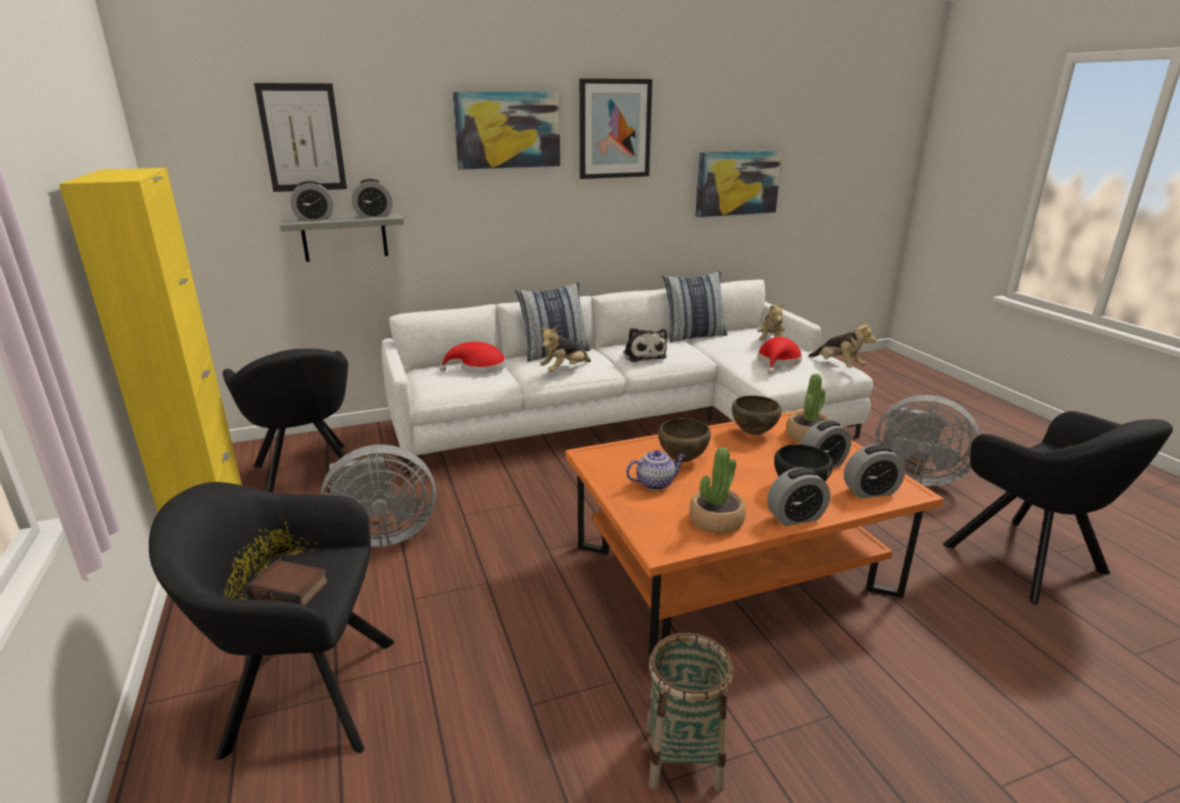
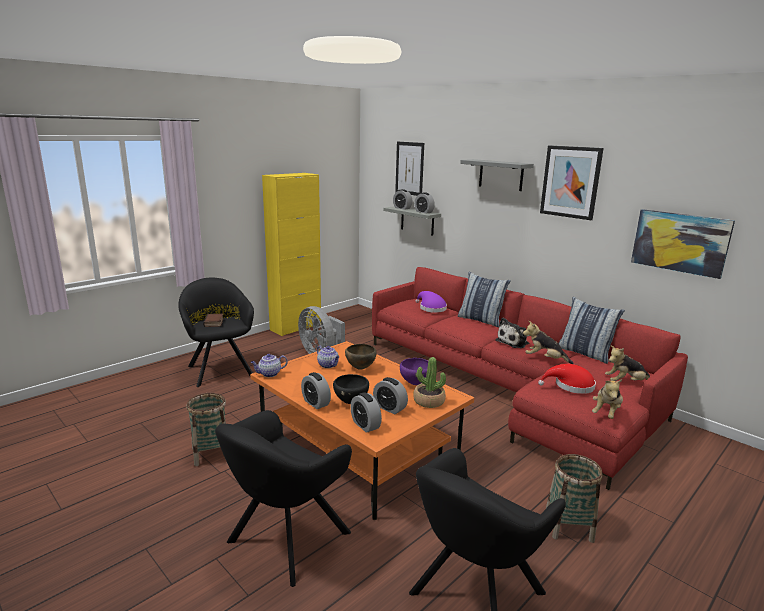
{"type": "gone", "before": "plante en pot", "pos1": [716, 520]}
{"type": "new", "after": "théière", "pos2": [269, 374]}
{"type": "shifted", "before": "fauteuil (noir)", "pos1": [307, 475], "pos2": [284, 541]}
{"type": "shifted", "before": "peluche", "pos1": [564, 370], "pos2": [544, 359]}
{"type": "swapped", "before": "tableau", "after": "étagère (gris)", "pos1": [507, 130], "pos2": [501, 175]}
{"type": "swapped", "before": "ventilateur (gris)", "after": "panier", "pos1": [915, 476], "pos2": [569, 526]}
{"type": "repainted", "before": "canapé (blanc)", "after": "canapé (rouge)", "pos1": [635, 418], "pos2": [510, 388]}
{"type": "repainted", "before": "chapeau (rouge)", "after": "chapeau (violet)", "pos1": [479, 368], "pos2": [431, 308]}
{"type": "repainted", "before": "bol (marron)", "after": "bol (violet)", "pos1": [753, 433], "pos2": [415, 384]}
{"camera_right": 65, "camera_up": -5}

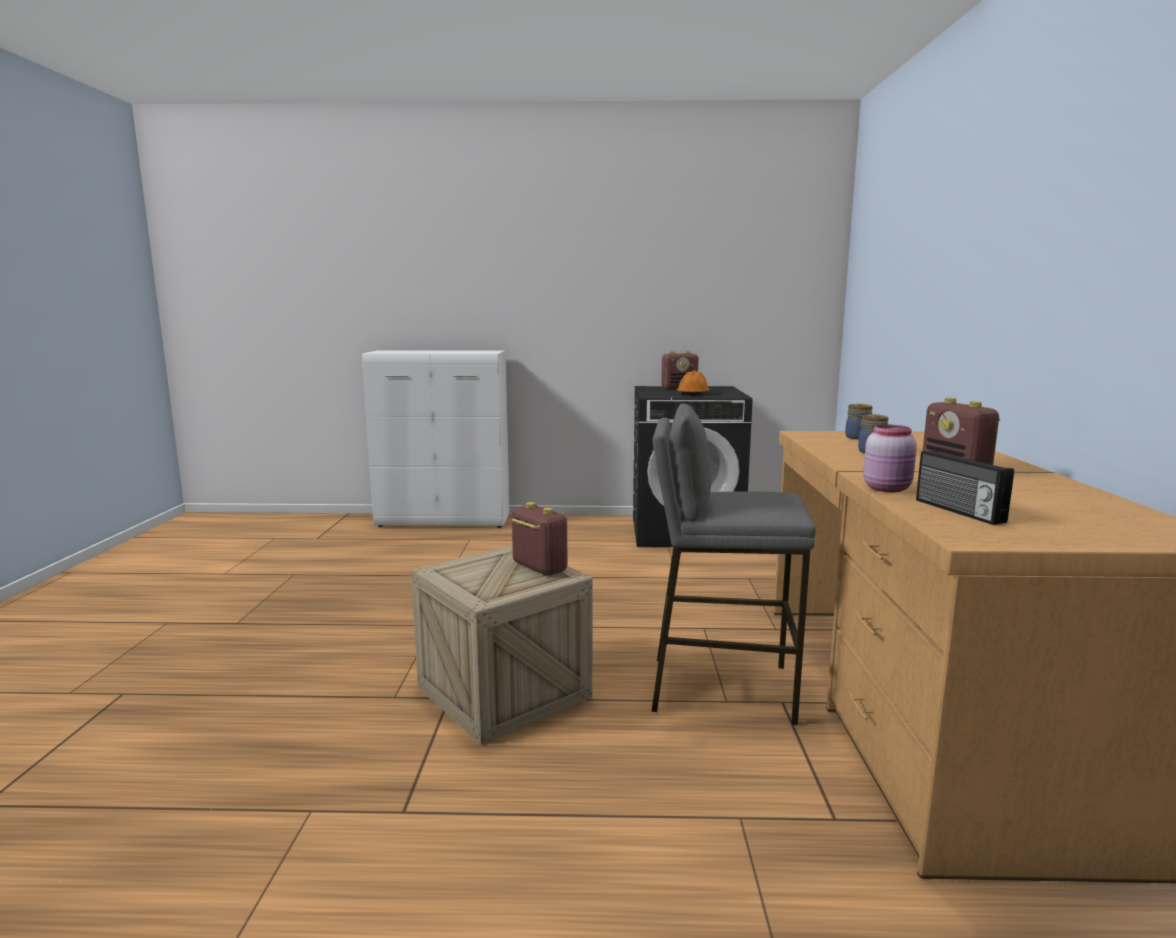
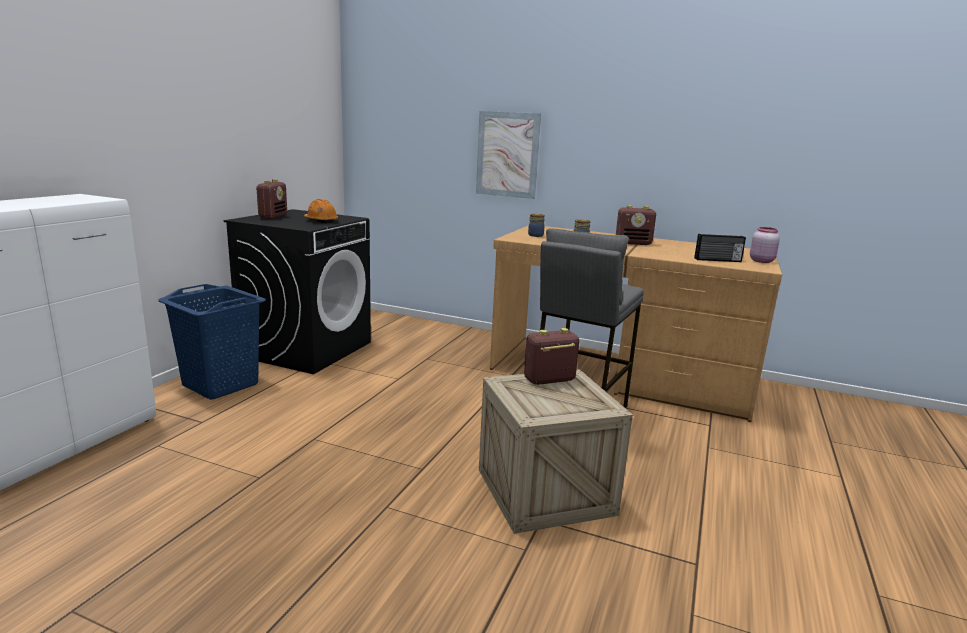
{"type": "new", "after": "panier à linge (bleu)", "pos2": [220, 385]}
{"type": "new", "after": "tableau", "pos2": [507, 155]}
{"type": "shifted", "before": "bocal (rose)", "pos1": [888, 488], "pos2": [761, 261]}
{"camera_right": -70, "camera_up": 5}

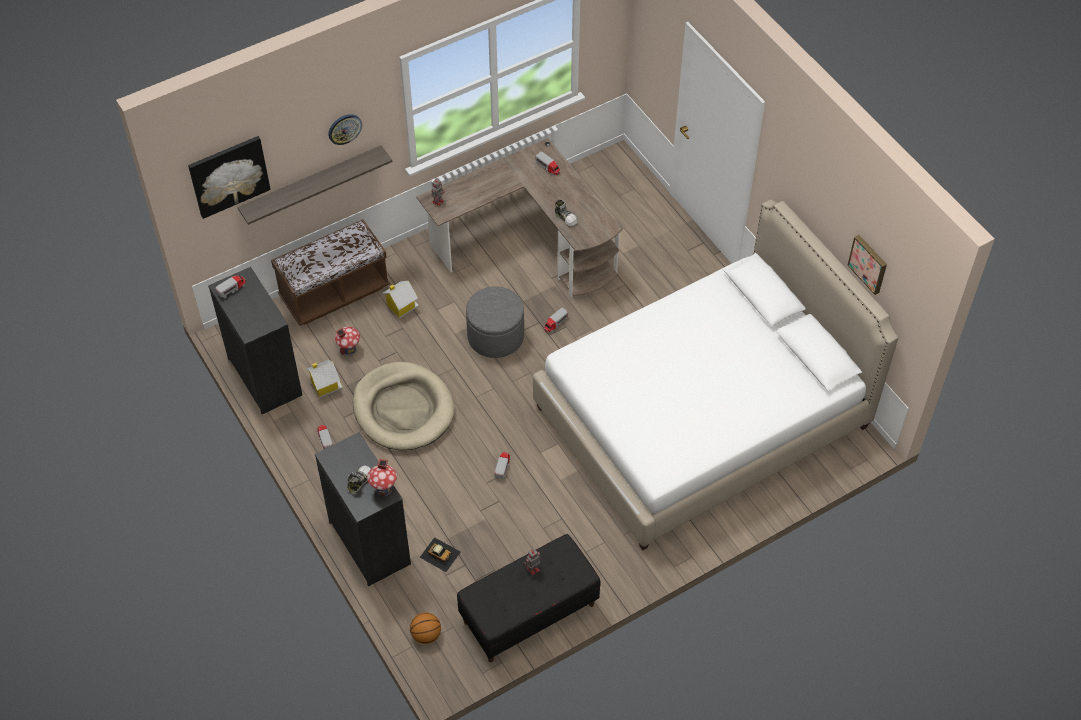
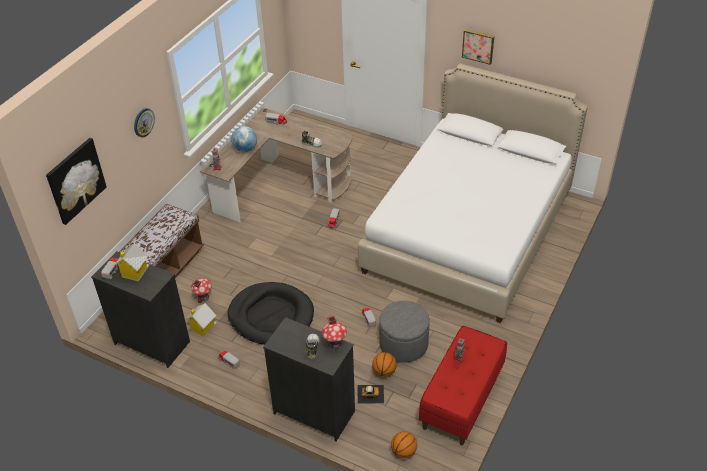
{"type": "gone", "before": "étagère", "pos1": [311, 185]}
{"type": "new", "after": "globe", "pos2": [245, 149]}
{"type": "new", "after": "ballon de basket", "pos2": [384, 371]}
{"type": "shifted", "before": "maison miniature", "pos1": [401, 307], "pos2": [134, 272]}
{"type": "shifted", "before": "pouf (gris)", "pos1": [495, 336], "pos2": [403, 344]}
{"type": "shifted", "before": "tableau", "pos1": [869, 263], "pos2": [478, 45]}
{"type": "repainted", "before": "panier pour chien (beige)", "after": "panier pour chien (noir)", "pos1": [403, 409], "pos2": [271, 316]}
{"type": "repainted", "before": "banc (noir)", "after": "banc (rouge)", "pos1": [529, 613], "pos2": [462, 399]}
{"camera_right": -30, "camera_up": -10}

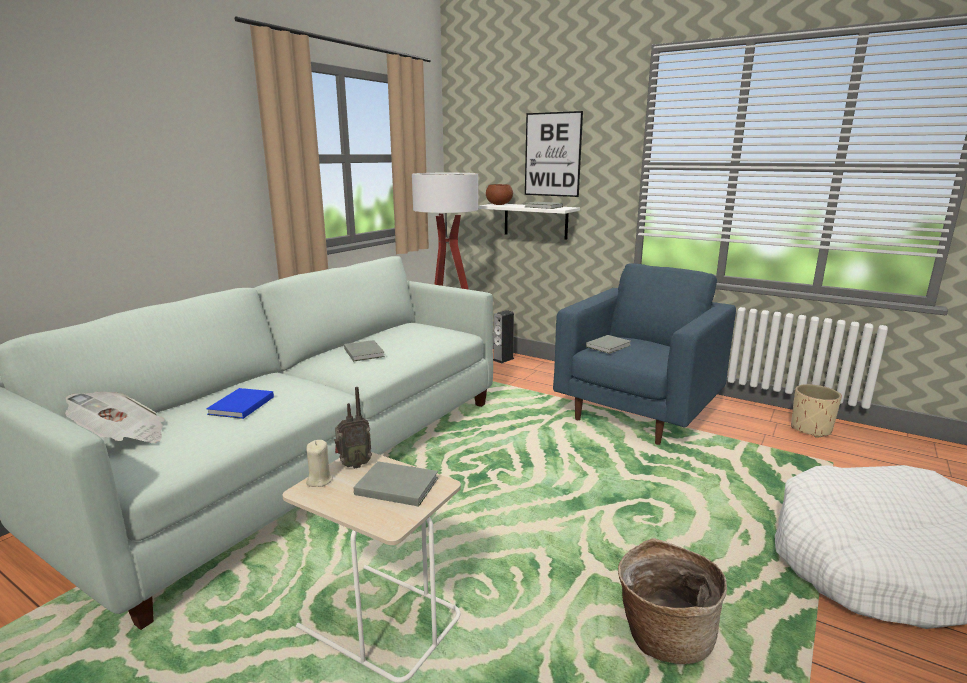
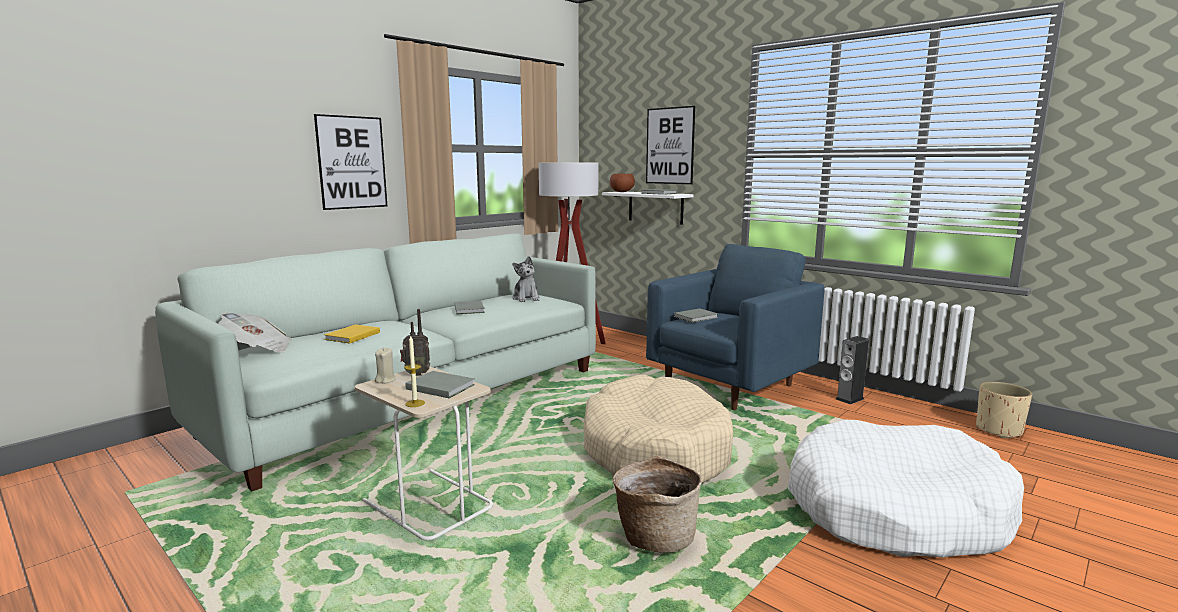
{"type": "new", "after": "tableau", "pos2": [352, 162]}
{"type": "new", "after": "bougie", "pos2": [415, 403]}
{"type": "new", "after": "peluche", "pos2": [526, 298]}
{"type": "new", "after": "panier pour chien (beige)", "pos2": [654, 451]}
{"type": "shifted", "before": "enceinte", "pos1": [503, 359], "pos2": [849, 399]}
{"type": "shifted", "before": "cache-pot (beige)", "pos1": [811, 429], "pos2": [999, 430]}
{"type": "repainted", "before": "livre (bleu)", "after": "livre (jaune)", "pos1": [239, 406], "pos2": [351, 336]}
{"camera_right": 10, "camera_up": -5}

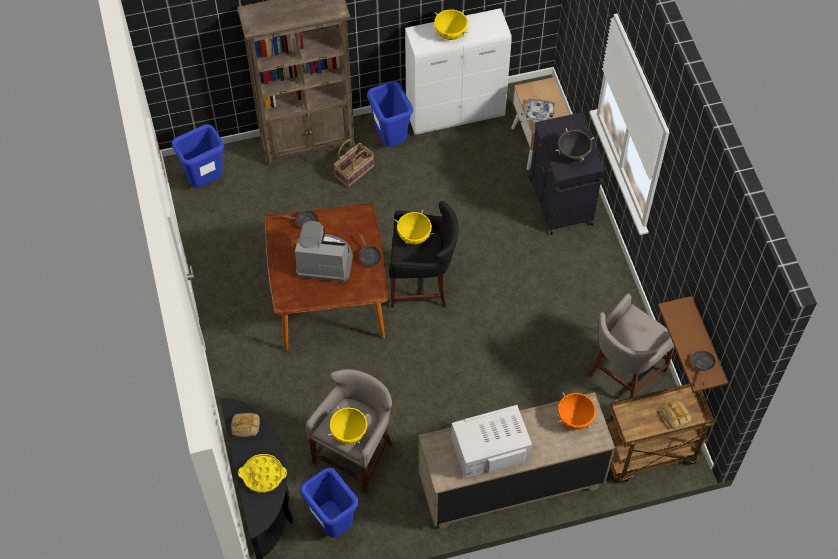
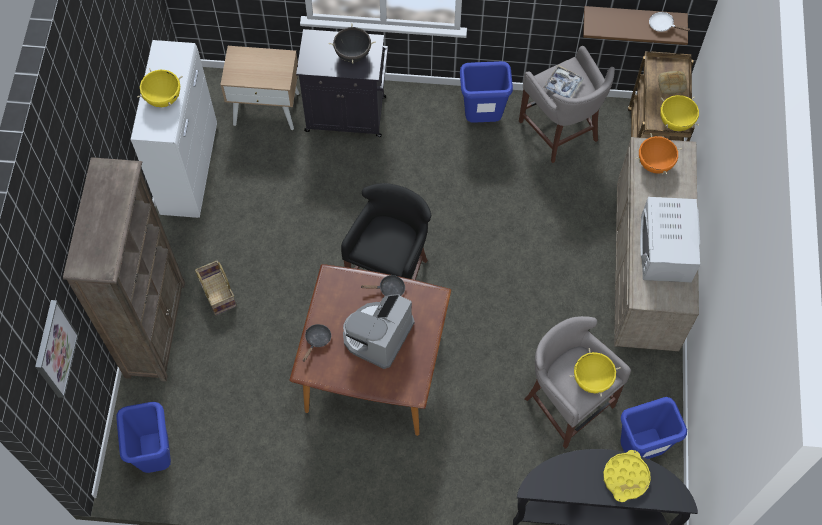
{"type": "gone", "before": "pain", "pos1": [245, 426]}
{"type": "new", "after": "tableau", "pos2": [54, 349]}
{"type": "shifted", "before": "poubelle (bleu)", "pos1": [391, 140], "pos2": [483, 118]}
{"type": "shifted", "before": "marmite (jaune)", "pos1": [414, 236], "pos2": [676, 122]}
{"type": "shifted", "before": "plateau", "pos1": [539, 113], "pos2": [563, 85]}
{"type": "repainted", "before": "poêle (noir)", "after": "poêle (blanc)", "pos1": [702, 365], "pos2": [663, 25]}
{"camera_right": -70, "camera_up": 5}

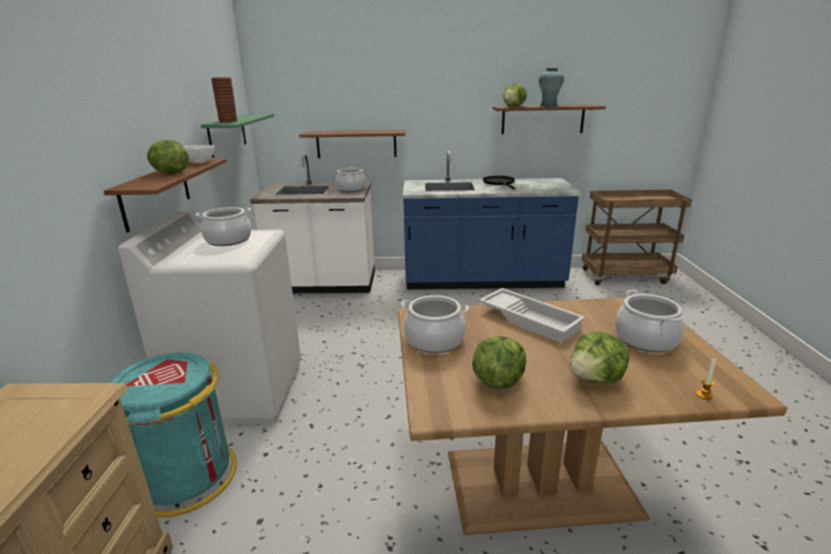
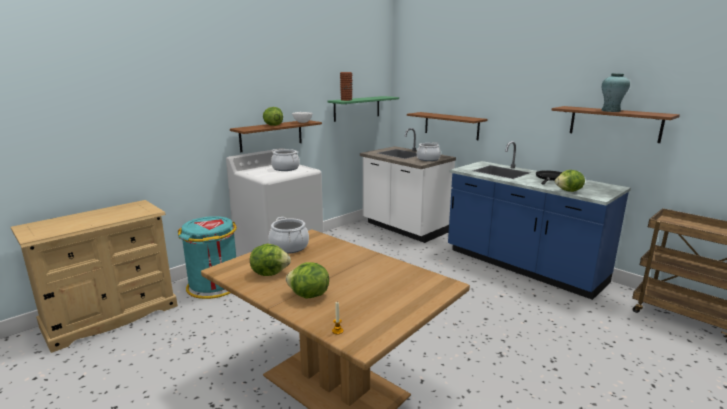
{"type": "gone", "before": "plateau (blanc)", "pos1": [530, 319]}
{"type": "gone", "before": "marmite", "pos1": [645, 339]}
{"type": "shifted", "before": "laitue", "pos1": [514, 106], "pos2": [569, 191]}
{"camera_right": 45, "camera_up": -5}

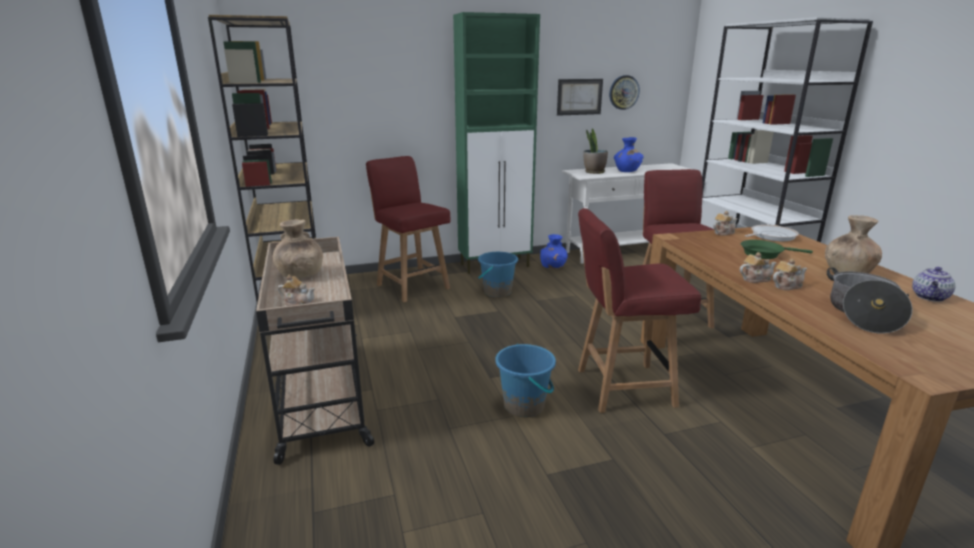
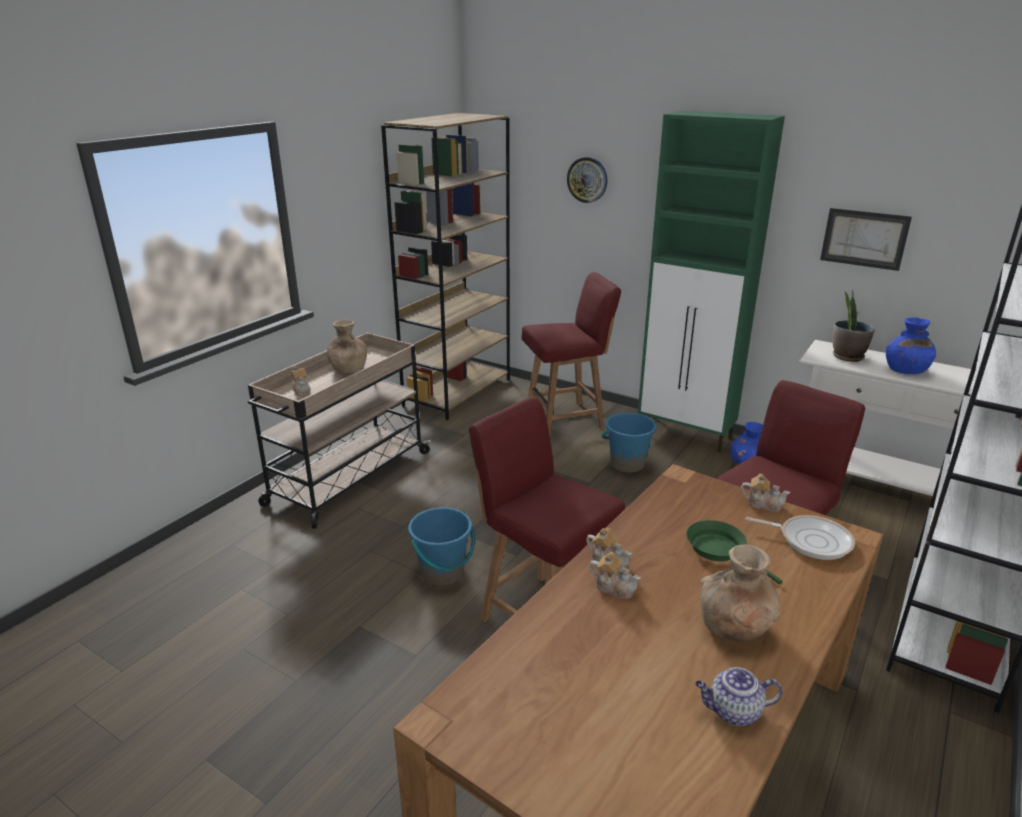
{"type": "gone", "before": "marmite", "pos1": [862, 314]}
{"type": "shifted", "before": "horloge murale", "pos1": [623, 92], "pos2": [587, 179]}
{"type": "rotated", "before": "chaise (rouge)", "pos1": [412, 286], "pos2": [566, 419], "turn": 60}
{"camera_right": 50, "camera_up": 5}

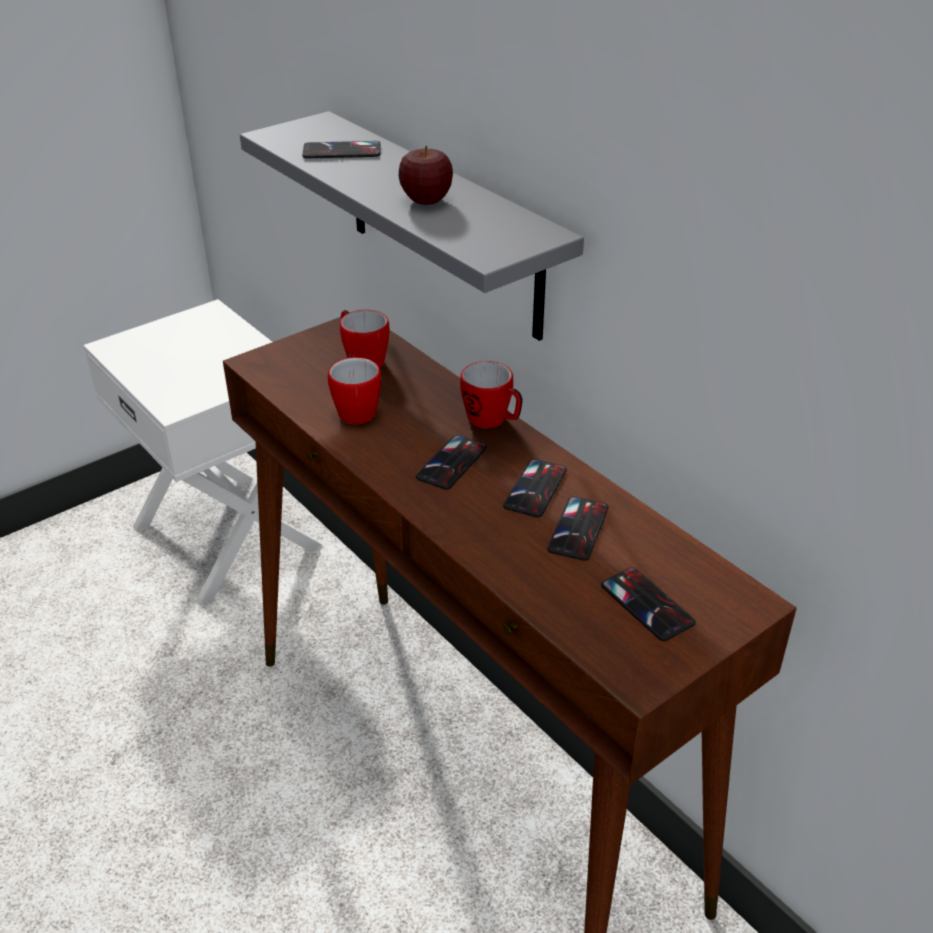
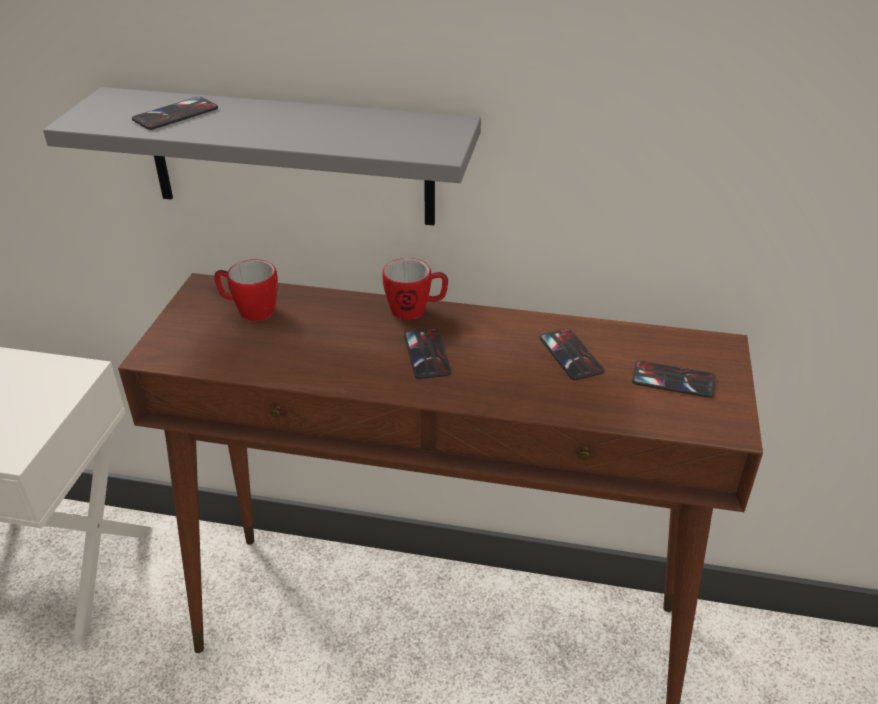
{"type": "gone", "before": "mug", "pos1": [356, 409]}
{"type": "gone", "before": "pomme", "pos1": [426, 200]}
{"type": "gone", "before": "téléphone", "pos1": [535, 488]}
{"camera_right": -40, "camera_up": 0}

